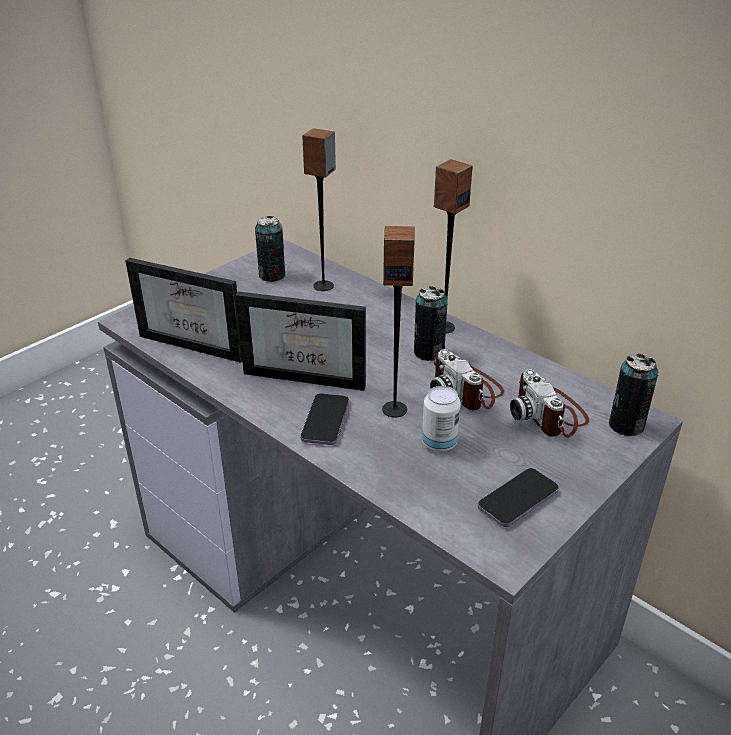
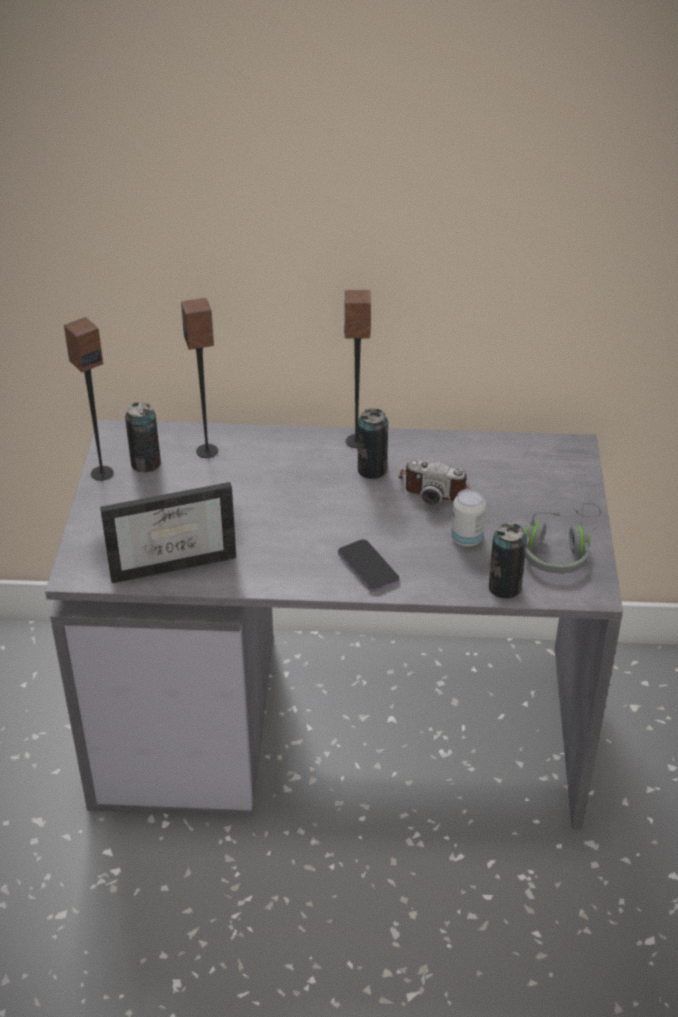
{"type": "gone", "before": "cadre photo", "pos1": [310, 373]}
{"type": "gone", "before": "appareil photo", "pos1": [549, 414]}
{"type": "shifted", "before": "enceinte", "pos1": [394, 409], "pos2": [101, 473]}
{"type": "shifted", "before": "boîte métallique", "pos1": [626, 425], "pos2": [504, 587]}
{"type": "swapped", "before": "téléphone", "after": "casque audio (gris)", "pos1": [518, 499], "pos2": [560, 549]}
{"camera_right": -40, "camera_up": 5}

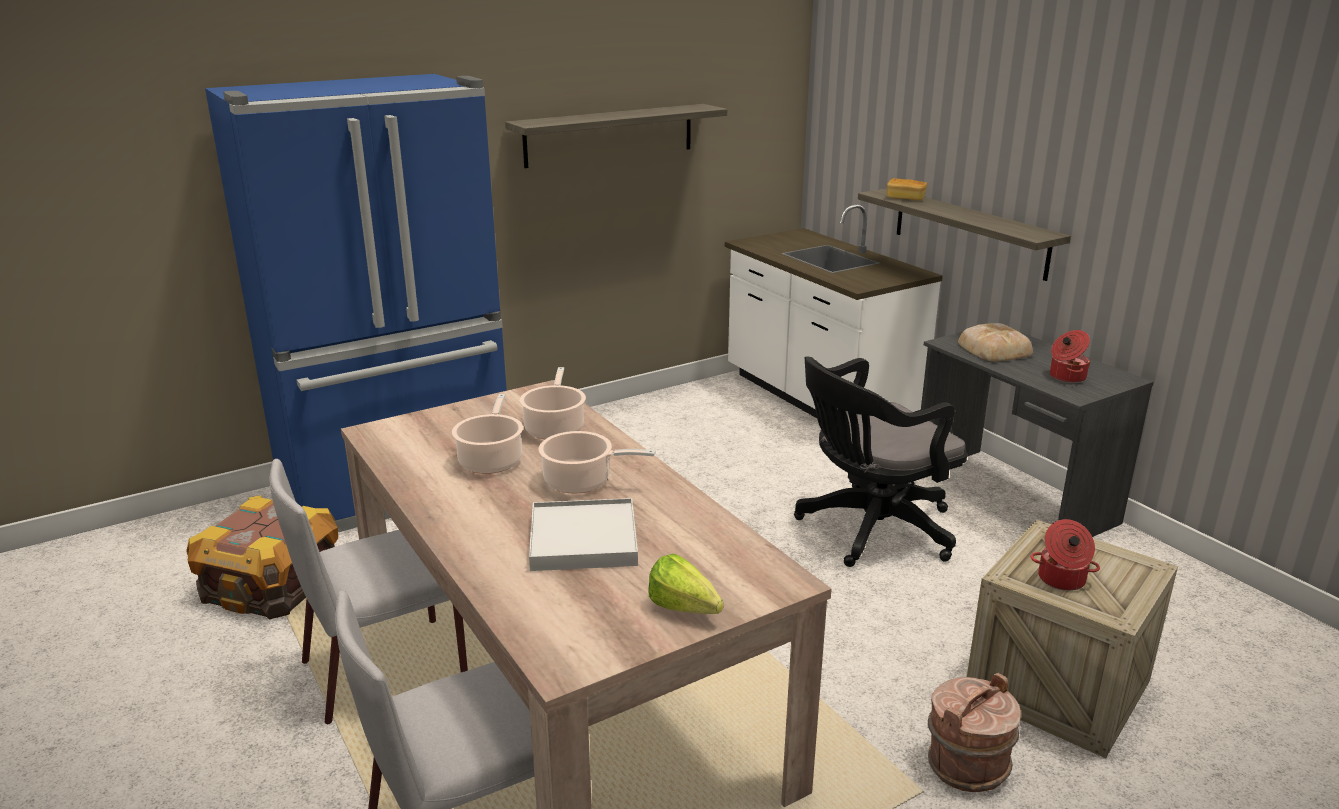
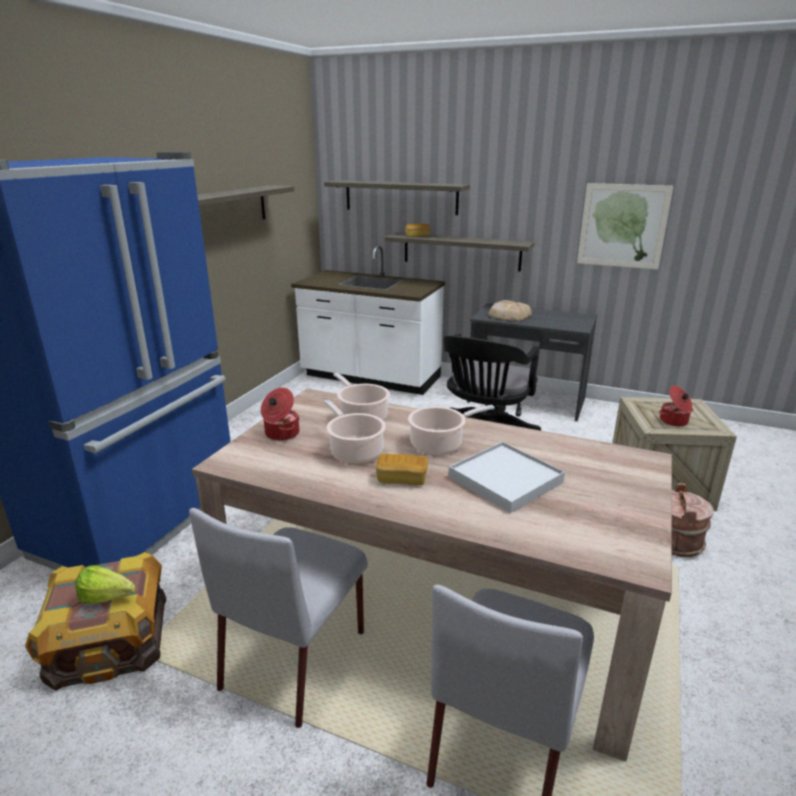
{"type": "new", "after": "étagère", "pos2": [400, 197]}
{"type": "new", "after": "pain", "pos2": [402, 479]}
{"type": "new", "after": "tableau", "pos2": [622, 226]}
{"type": "shifted", "before": "laitue", "pos1": [687, 612], "pos2": [110, 599]}
{"type": "shifted", "before": "marmite", "pos1": [1066, 377], "pos2": [281, 434]}
{"camera_right": -35, "camera_up": 0}

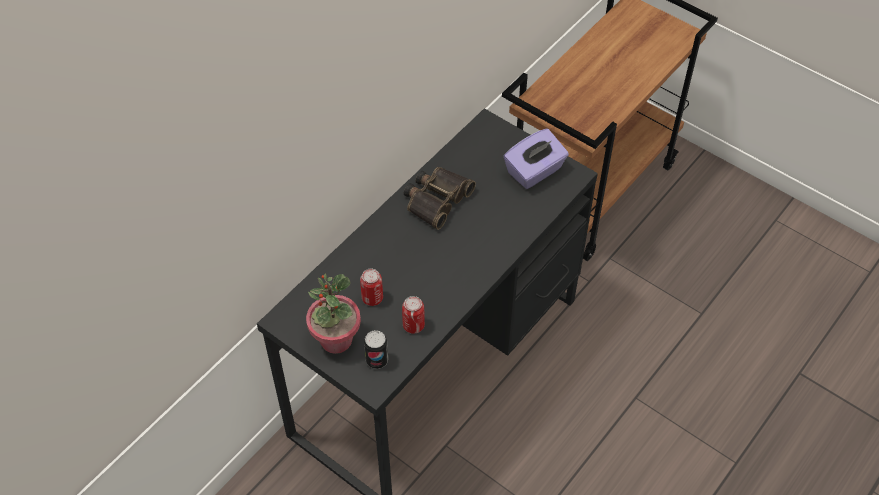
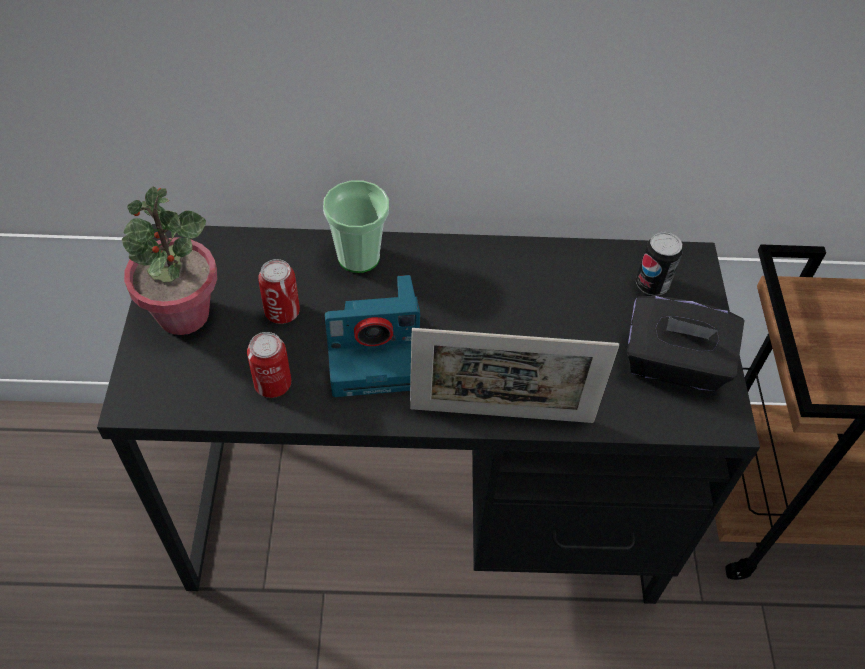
{"type": "gone", "before": "jumelles", "pos1": [436, 199]}
{"type": "new", "after": "tasse", "pos2": [358, 257]}
{"type": "new", "after": "appareil photo", "pos2": [376, 352]}
{"type": "new", "after": "cadre photo", "pos2": [501, 415]}
{"type": "shifted", "before": "boîte métallique", "pos1": [377, 360], "pos2": [651, 284]}
{"type": "repainted", "before": "boîte à mouchoirs (violet)", "after": "boîte à mouchoirs (noir)", "pos1": [535, 171], "pos2": [673, 365]}
{"camera_right": 50, "camera_up": 0}

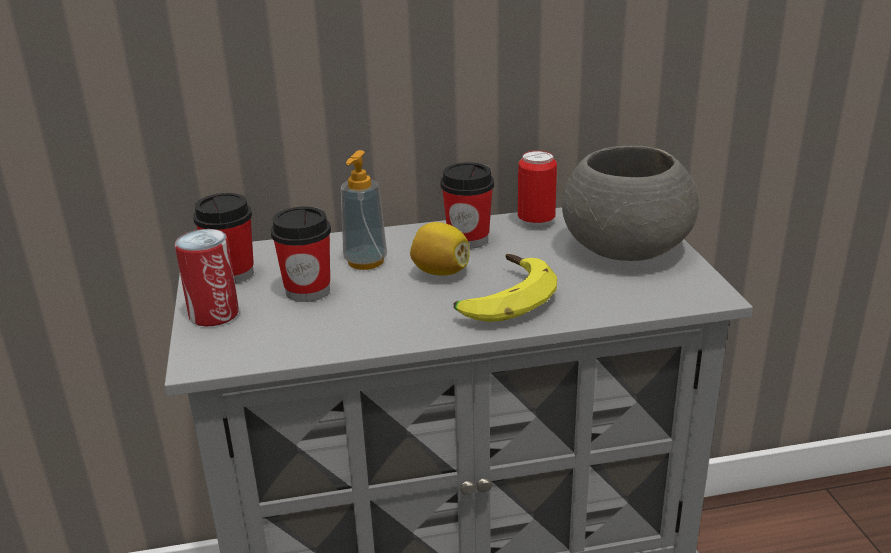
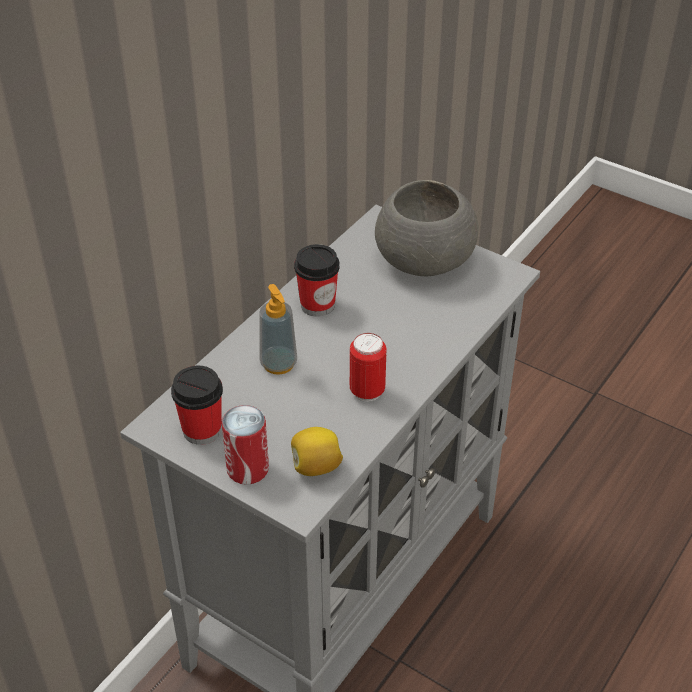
{"type": "gone", "before": "tasse", "pos1": [308, 291]}
{"type": "gone", "before": "banane", "pos1": [500, 299]}
{"type": "shifted", "before": "citron", "pos1": [440, 272], "pos2": [316, 467]}
{"type": "shifted", "before": "boîte métallique", "pos1": [536, 222], "pos2": [367, 391]}
{"camera_right": -45, "camera_up": 15}

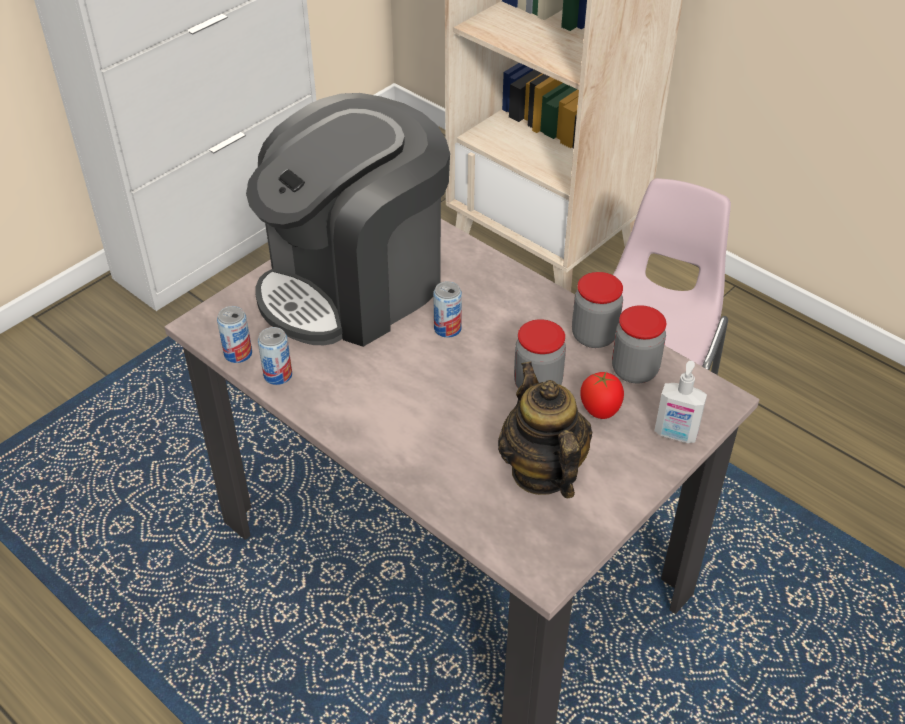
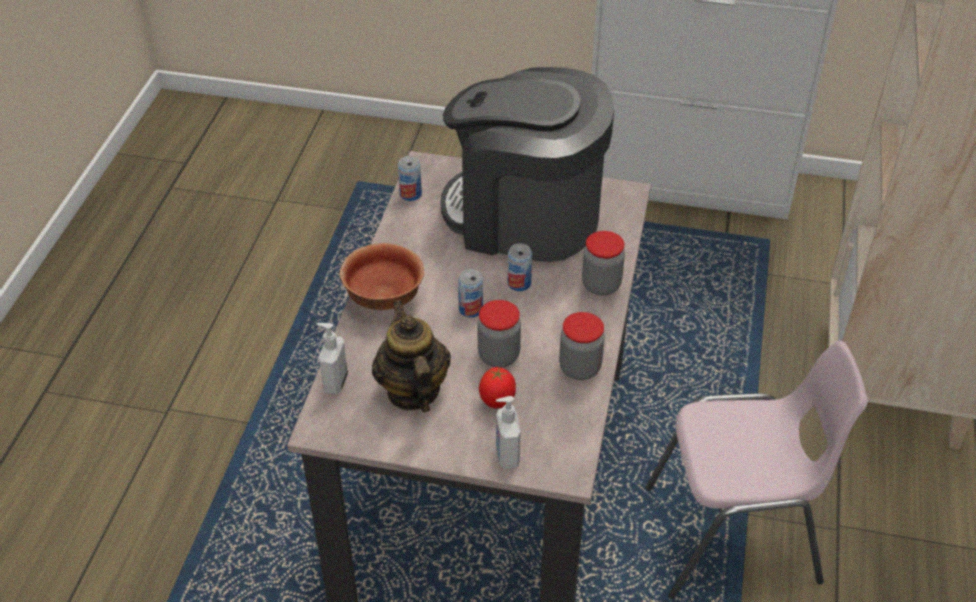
{"type": "new", "after": "distributeur de savon", "pos2": [334, 382]}
{"type": "new", "after": "bol", "pos2": [384, 297]}
{"type": "shifted", "before": "boîte métallique", "pos1": [278, 375], "pos2": [471, 309]}
{"type": "shifted", "before": "bocal", "pos1": [634, 370], "pos2": [601, 285]}
{"type": "rotated", "before": "théière", "pos1": [542, 471], "pos2": [412, 391], "turn": -60}
{"camera_right": 60, "camera_up": 0}

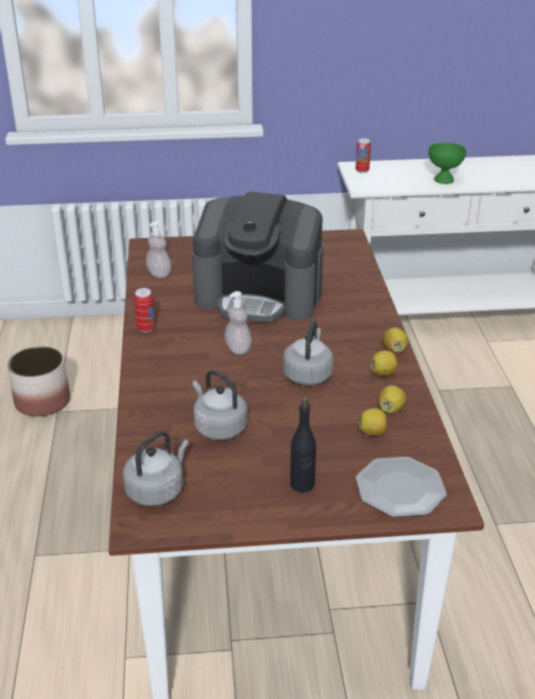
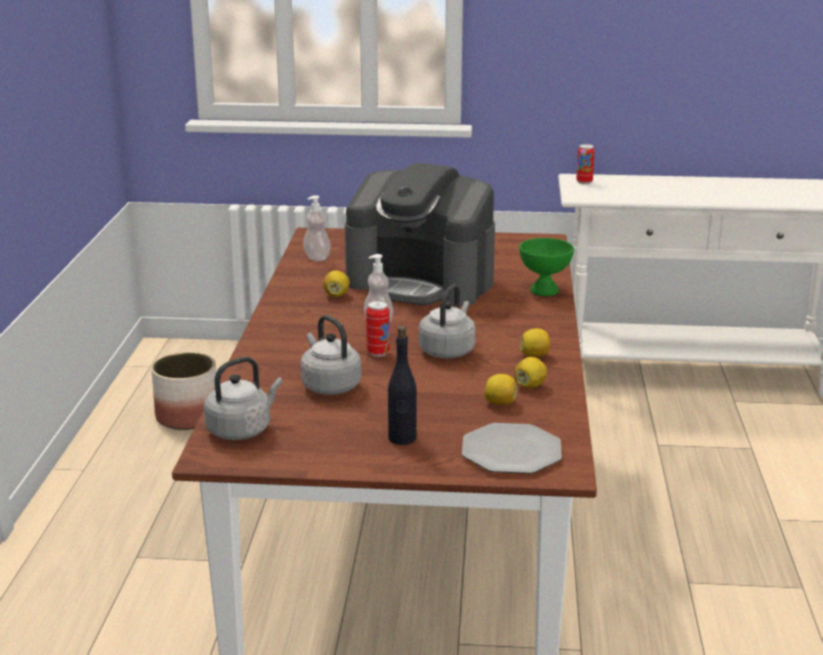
{"type": "shifted", "before": "boîte métallique", "pos1": [146, 328], "pos2": [378, 353]}
{"type": "shifted", "before": "citron", "pos1": [394, 349], "pos2": [336, 295]}
{"type": "shifted", "before": "bol (vert)", "pos1": [443, 179], "pos2": [544, 290]}
{"camera_right": 10, "camera_up": -10}

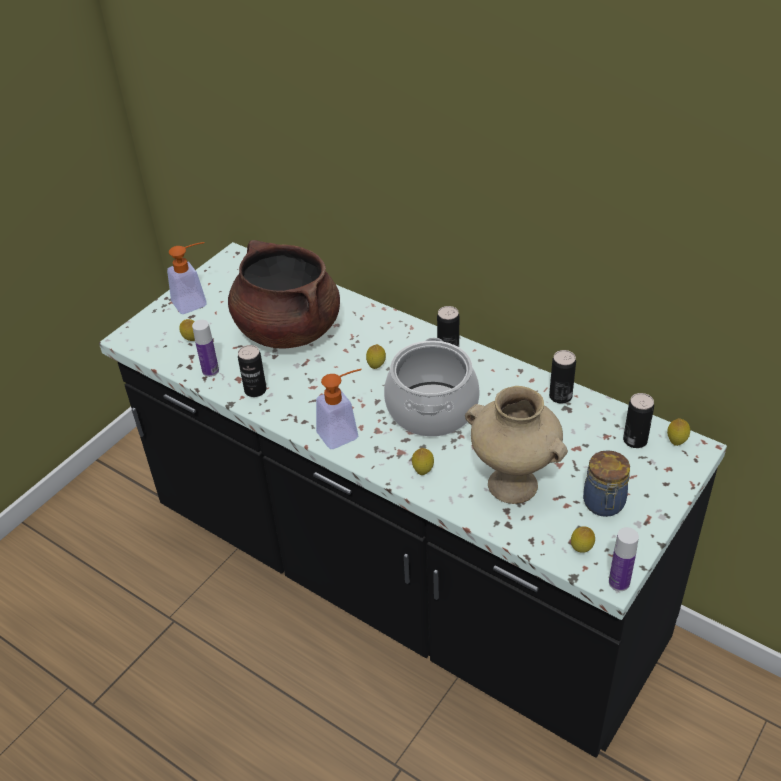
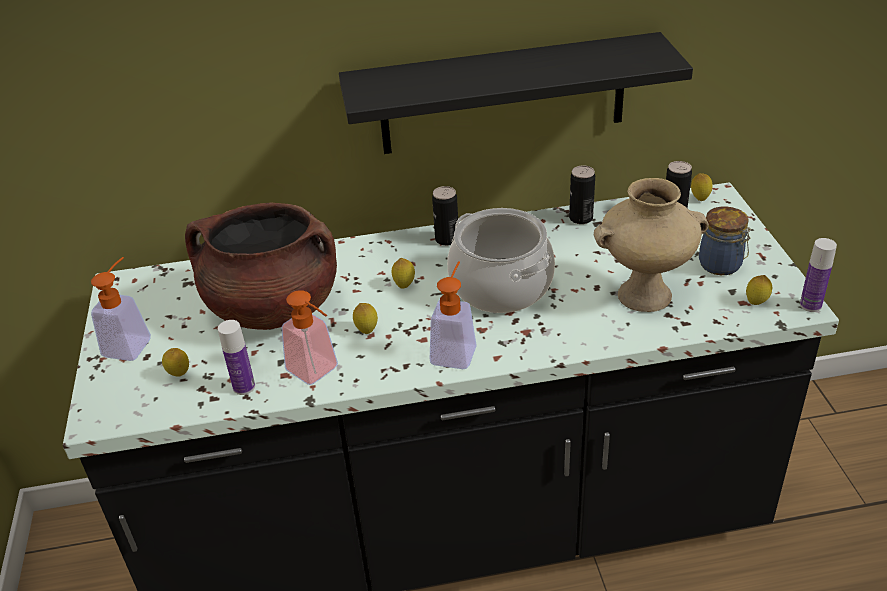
{"type": "new", "after": "étagère (noir)", "pos2": [503, 95]}
{"type": "shifted", "before": "citron", "pos1": [423, 471], "pos2": [367, 330]}
{"type": "swapped", "before": "boîte métallique", "after": "distributeur de savon", "pos1": [255, 390], "pos2": [318, 372]}
{"camera_right": -45, "camera_up": -5}

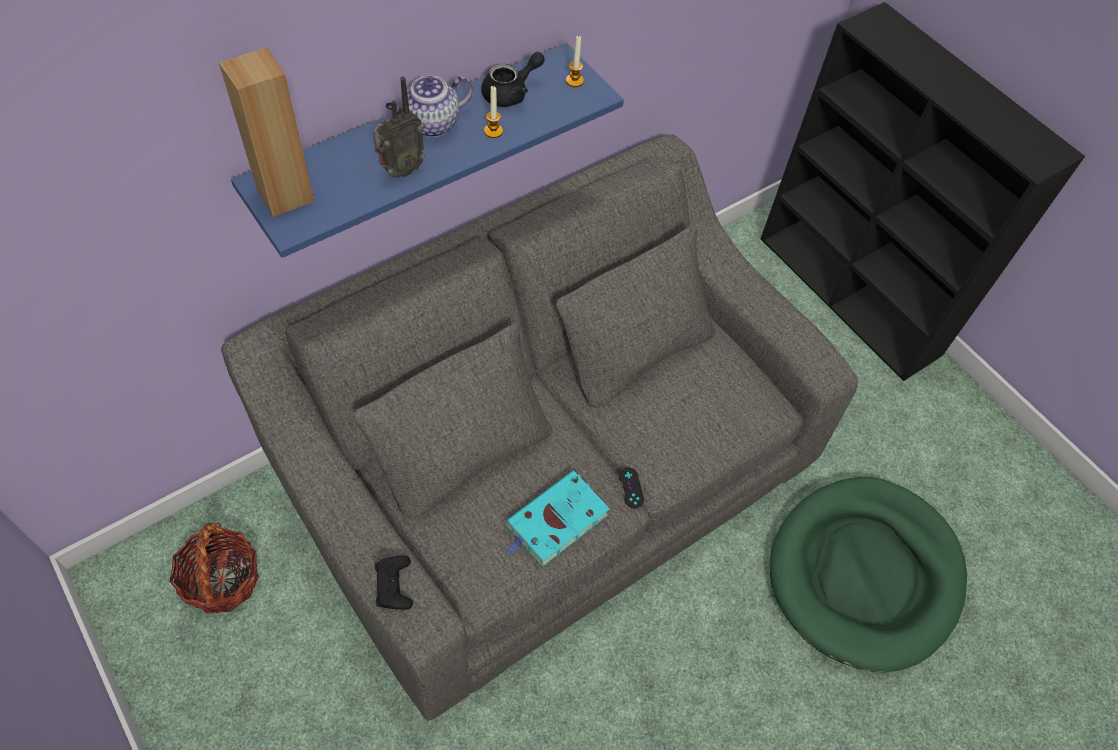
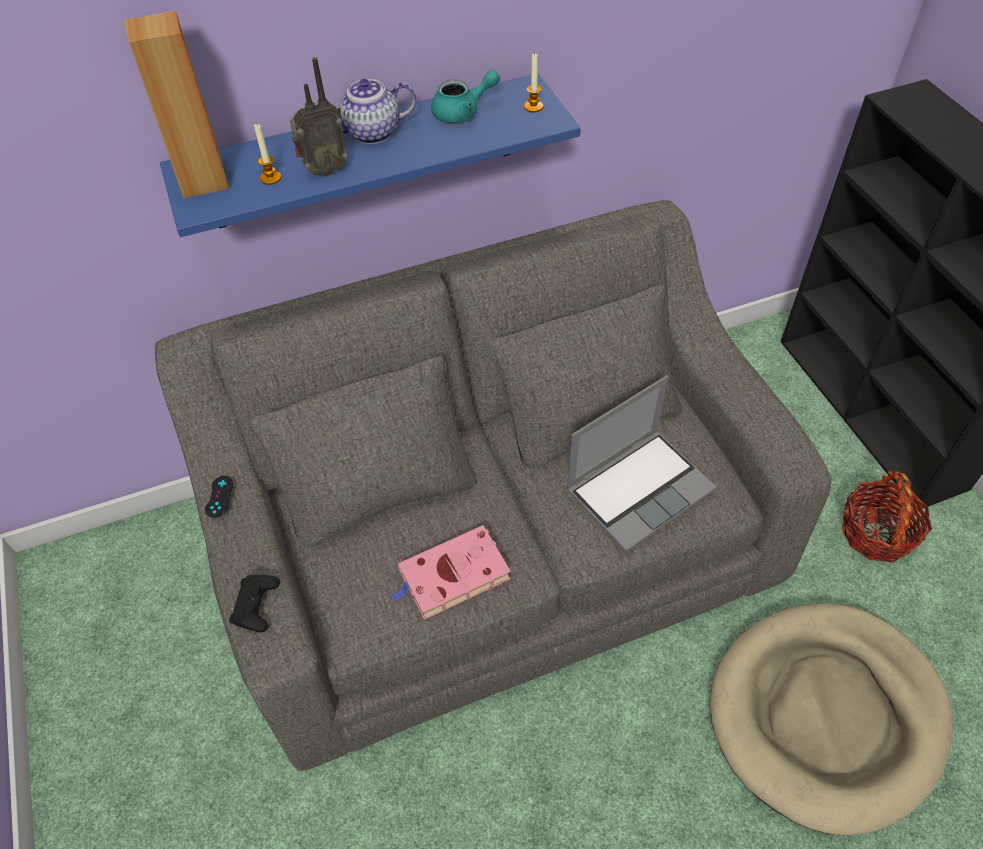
{"type": "new", "after": "ordinateur portable", "pos2": [639, 488]}
{"type": "shifted", "before": "panier", "pos1": [222, 580], "pos2": [876, 533]}
{"type": "shifted", "before": "bougie", "pos1": [493, 131], "pos2": [270, 178]}
{"type": "shifted", "before": "manette (noir)", "pos1": [631, 488], "pos2": [219, 496]}
{"type": "repainted", "before": "théière (noir)", "after": "théière (turquoise)", "pos1": [511, 93], "pos2": [463, 112]}
{"type": "repainted", "before": "livre (turquoise)", "after": "livre (rose)", "pos1": [555, 522], "pos2": [451, 576]}
{"type": "repainted", "before": "panier pour chien (vert)", "after": "panier pour chien (beige)", "pos1": [864, 574], "pos2": [826, 715]}
{"camera_right": 20, "camera_up": -5}

